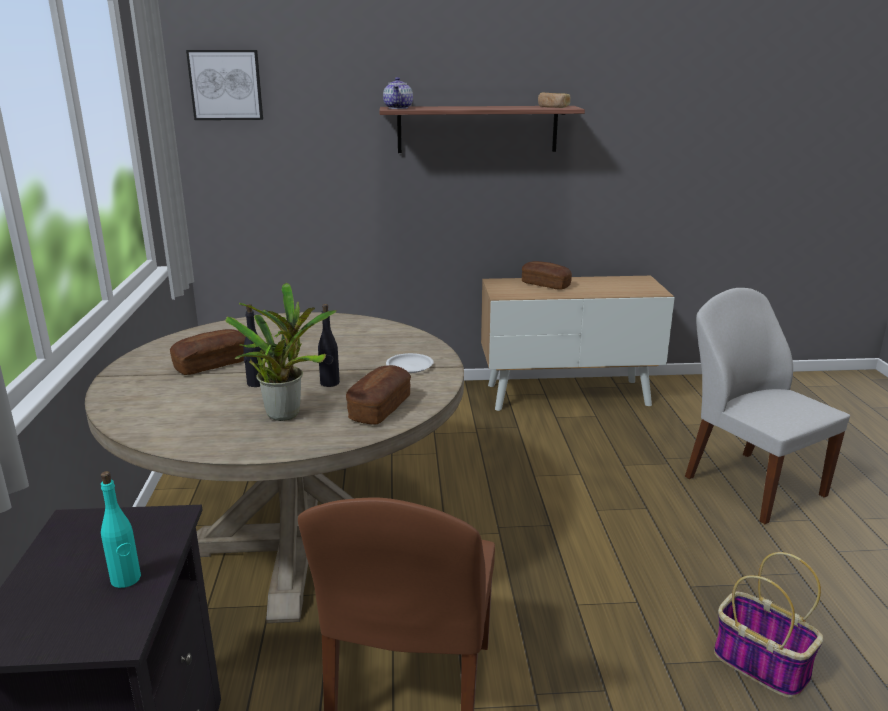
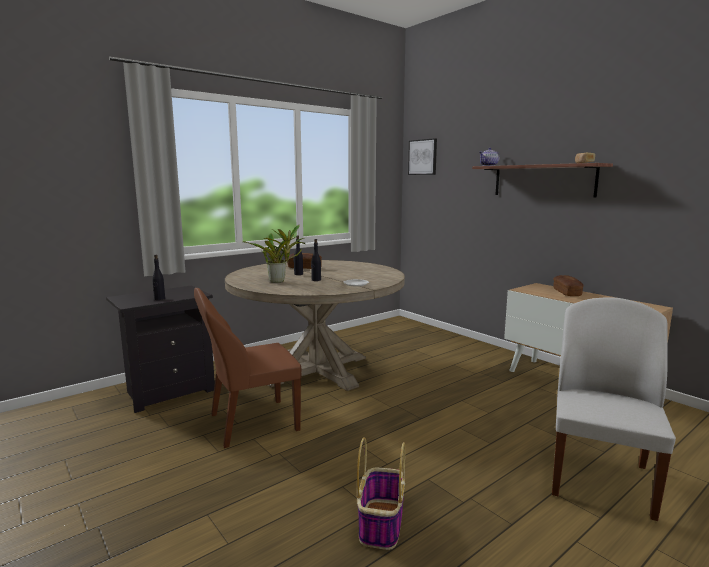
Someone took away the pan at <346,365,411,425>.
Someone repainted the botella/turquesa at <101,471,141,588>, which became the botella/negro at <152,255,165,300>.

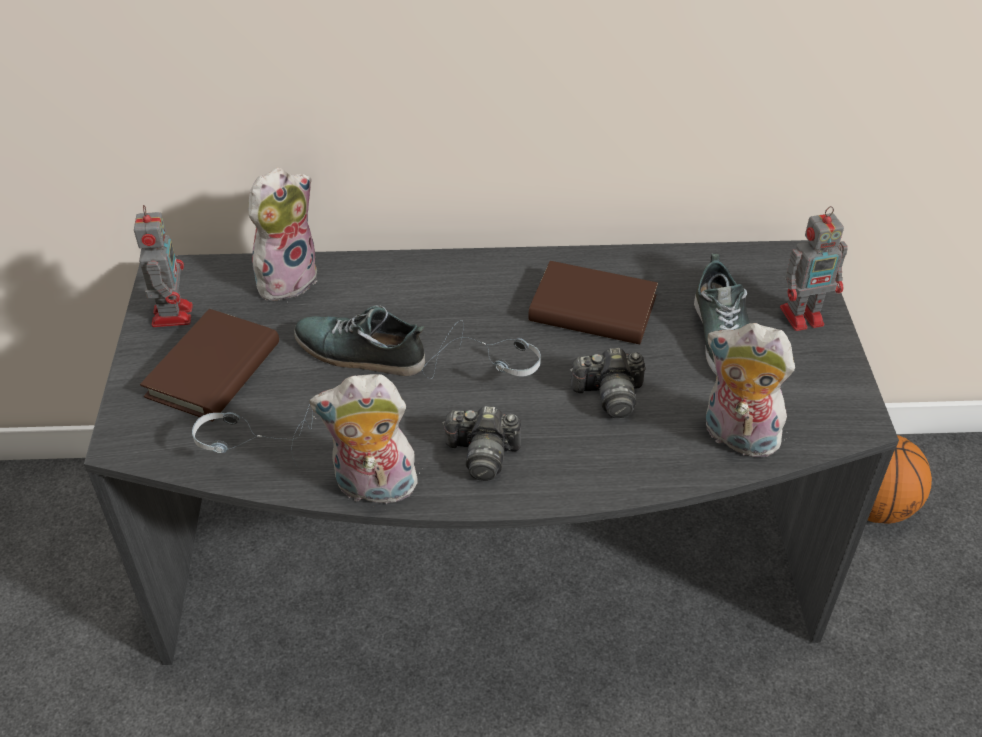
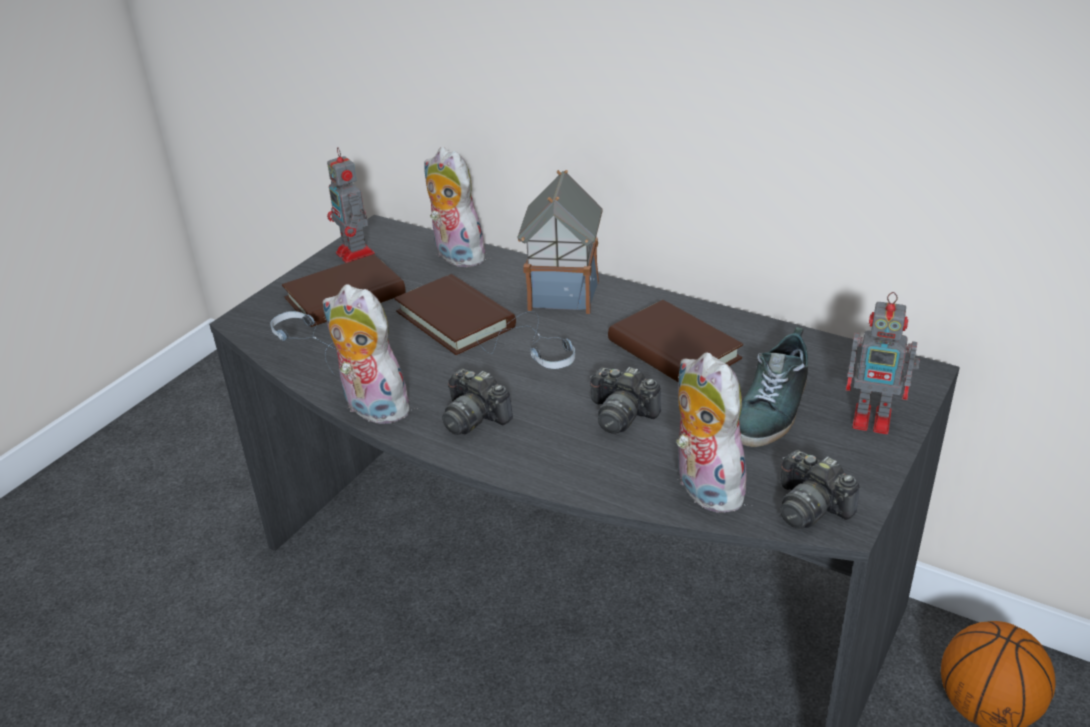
Someone rotated the peluche at <248,167,318,301> by 120 degrees counterclockwise.
Someone rotated the robot de juguete at <134,205,193,327> by 120 degrees clockwise.
Someone swapped the zapato at <294,305,425,376> for the libro/marrón at <394,274,516,355>.
Someone put down the casita at <517,170,603,314>.
Someone put down the cámara at <780,450,859,529>.

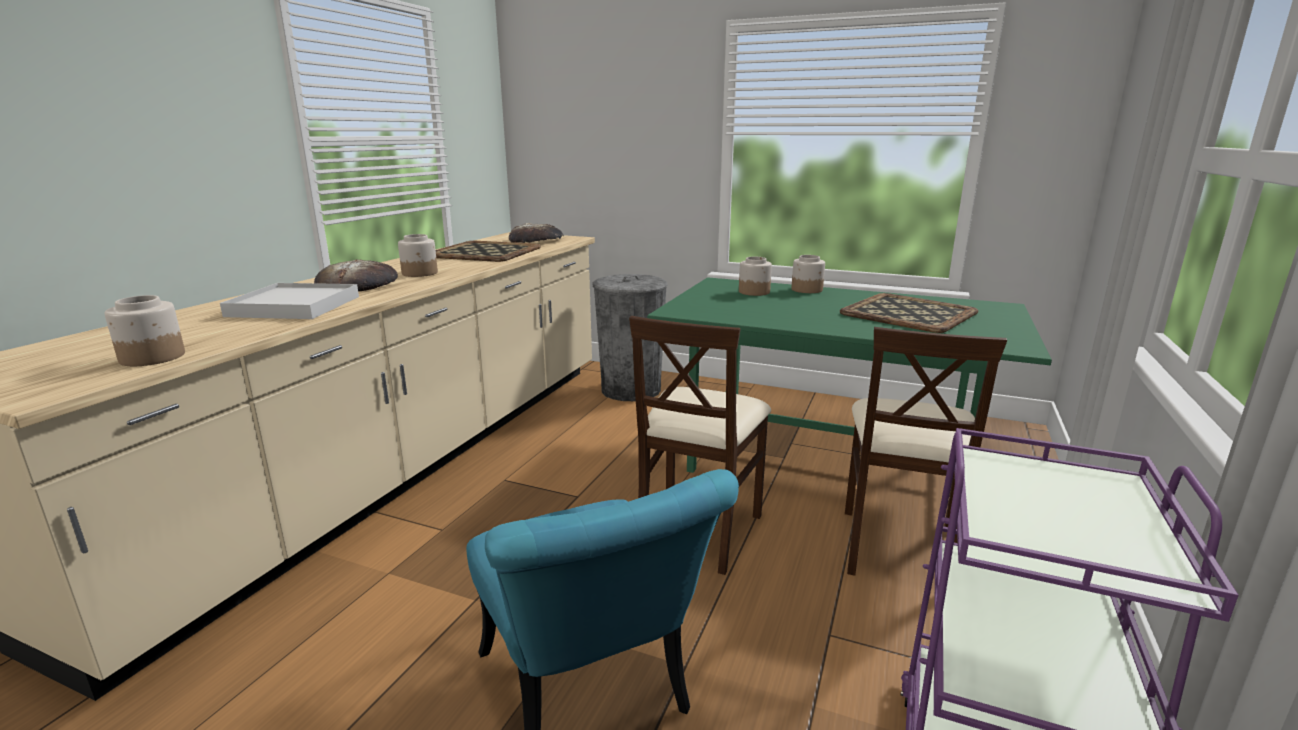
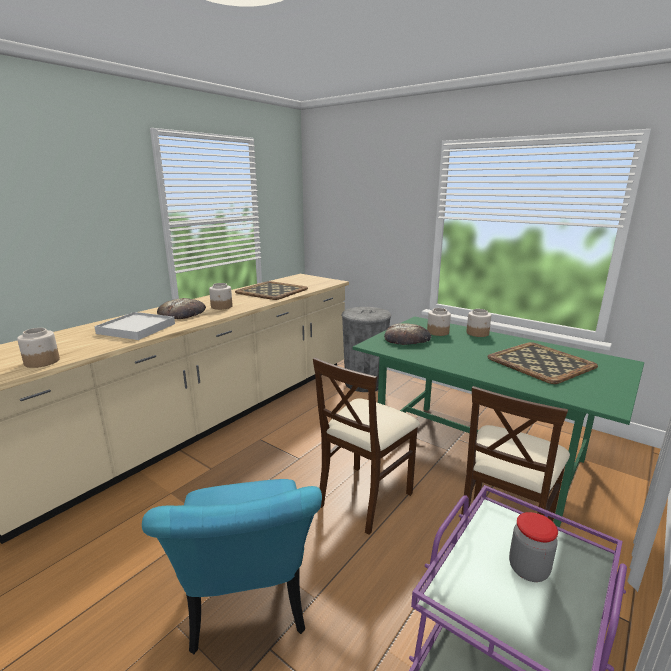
Someone carried the pan from <509,223,564,243> to <384,323,431,345>.
Someone put down the tarro at <509,512,558,582>.

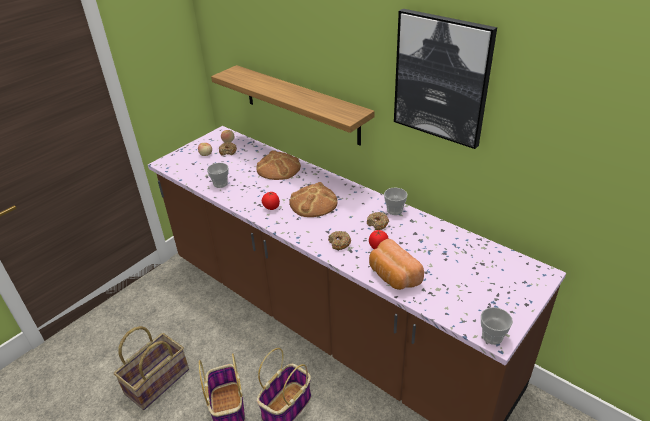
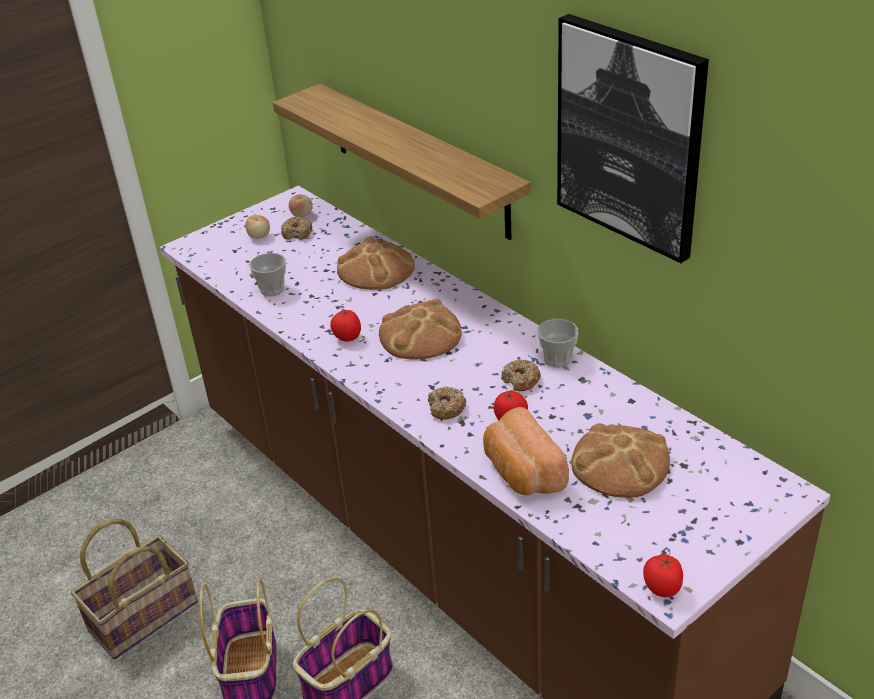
Someone swapped the taza at <481,307,513,345> for the tomate at <643,555,683,597>.
Someone put down the pan at <571,423,670,498>.

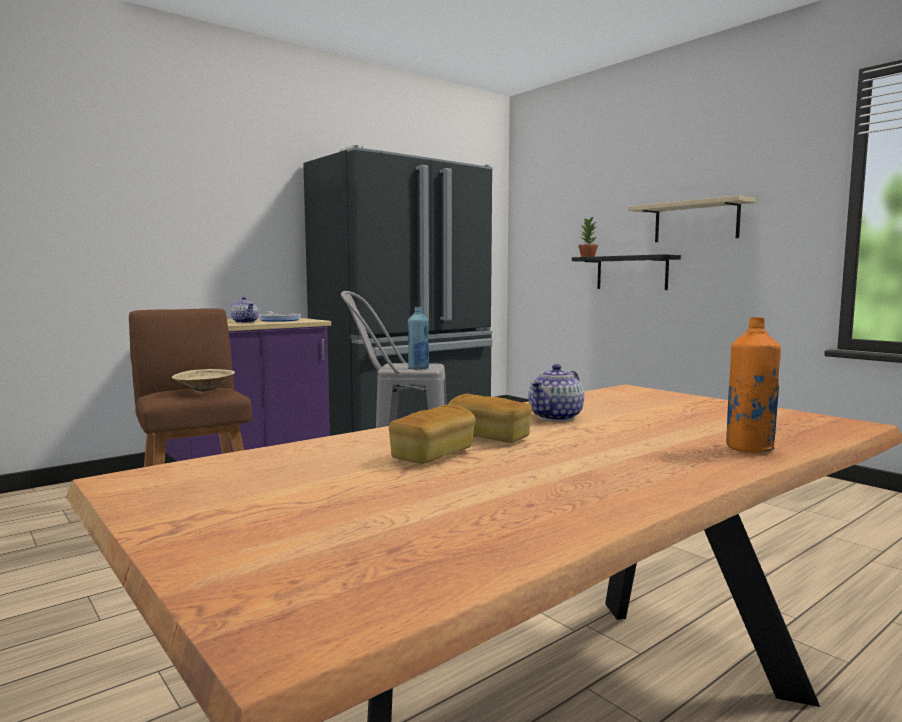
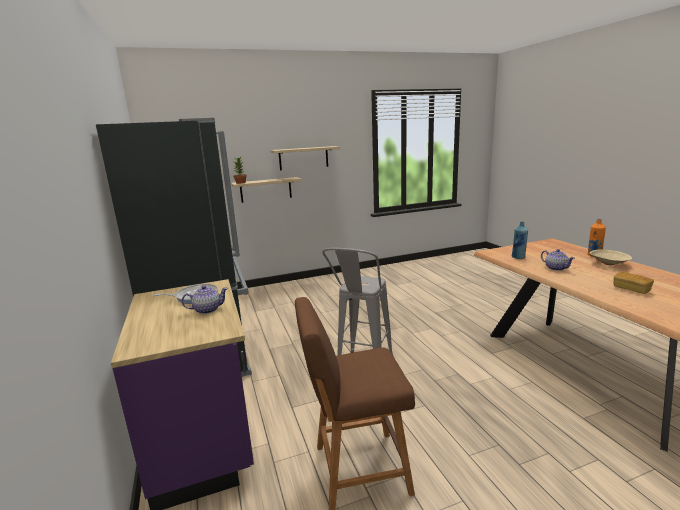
Someone repainted the estante/negro at <572,254,681,290>, which became the estante/beis at <231,177,302,203>.
Someone carried the botella/azul from <408,307,429,369> to <512,222,528,259>.
Someone carried the cuenco/beis from <172,369,235,392> to <590,249,632,265>.
Someone took away the pan at <448,394,532,443>.

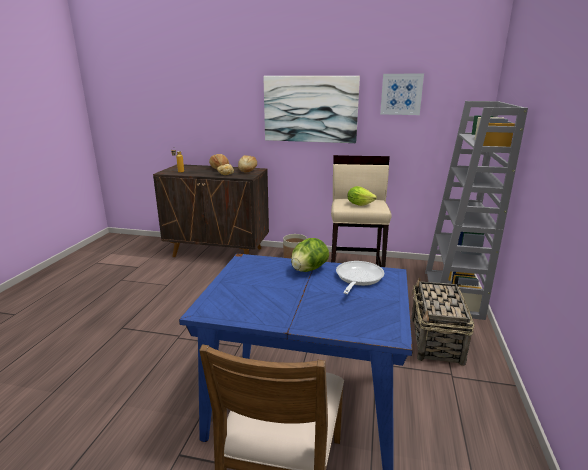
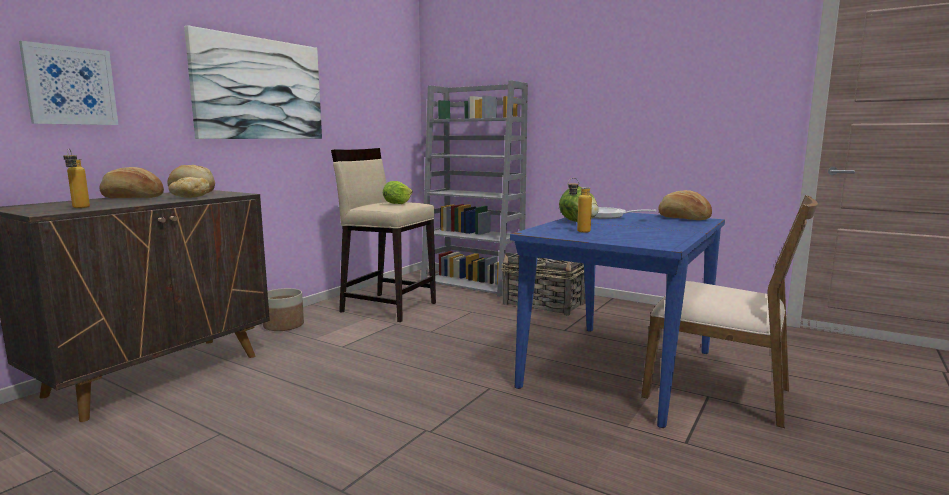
Someone carried the cuadro from <380,74,424,115> to <19,41,118,125>.
Someone put down the botella at <568,178,592,233>.
Someone put down the pan at <659,190,712,220>.

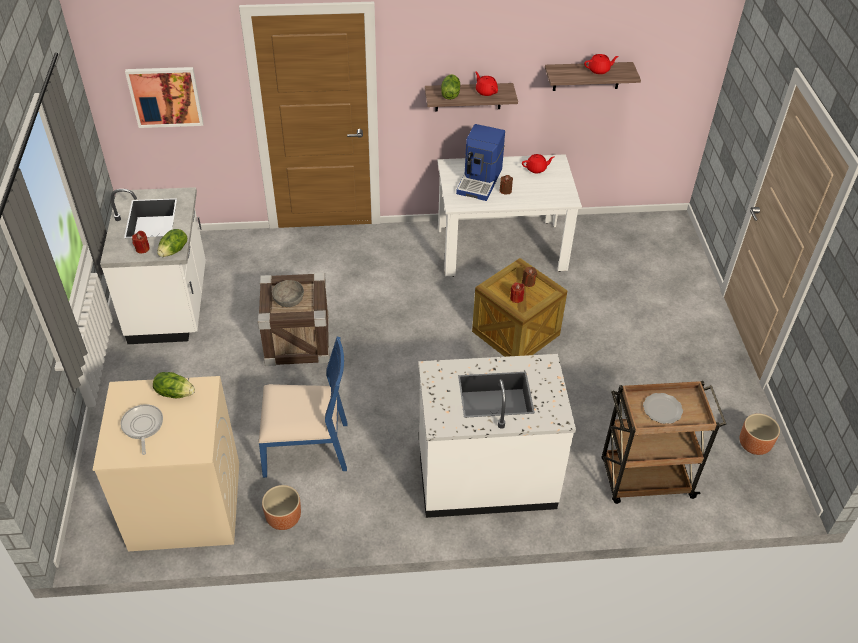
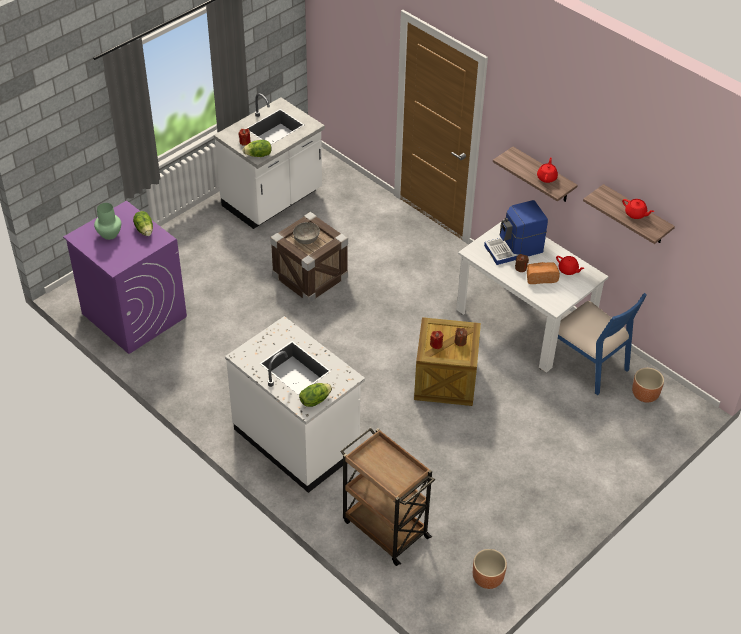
Someone took away the cuadro at <125,67,203,128>.
Someone carried the lechuga from <441,74,460,100> to <299,383,332,407>.
Someone carried the silla/azul from <259,337,347,478> to <558,293,647,395>.
Someone repainted the lavadora/beis at <93,376,239,552>, which became the lavadora/morado at <63,201,187,354>.
Someone took away the plato at <643,393,683,424>.
Someone swapped the sartén at <120,404,163,455> for the florero/verde at <94,203,121,240>.
Someone carried the maceta/marrón from <262,485,301,530> to <632,368,664,403>.
Someone put down the pan at <527,262,560,284>.

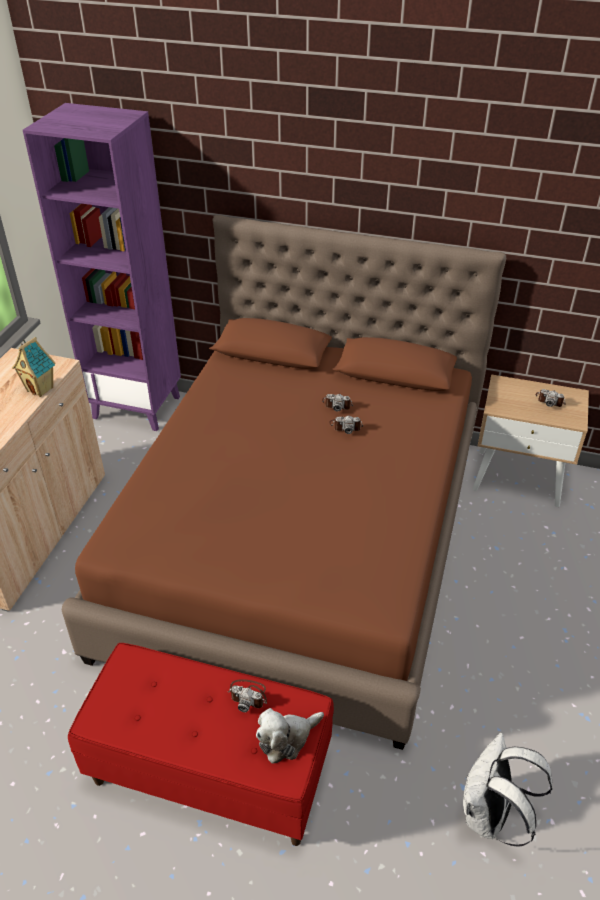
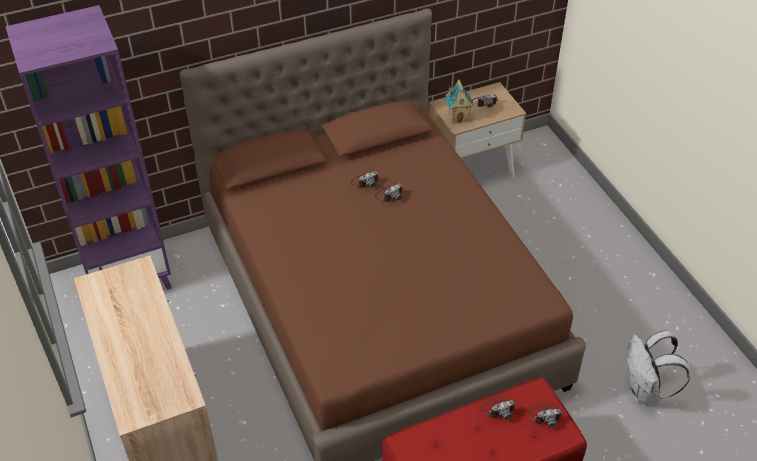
Someone carried the casita from <12,337,55,397> to <445,80,474,124>.
Someone swapped the peluche at <256,708,324,764> for the cámara at <527,404,563,428>.

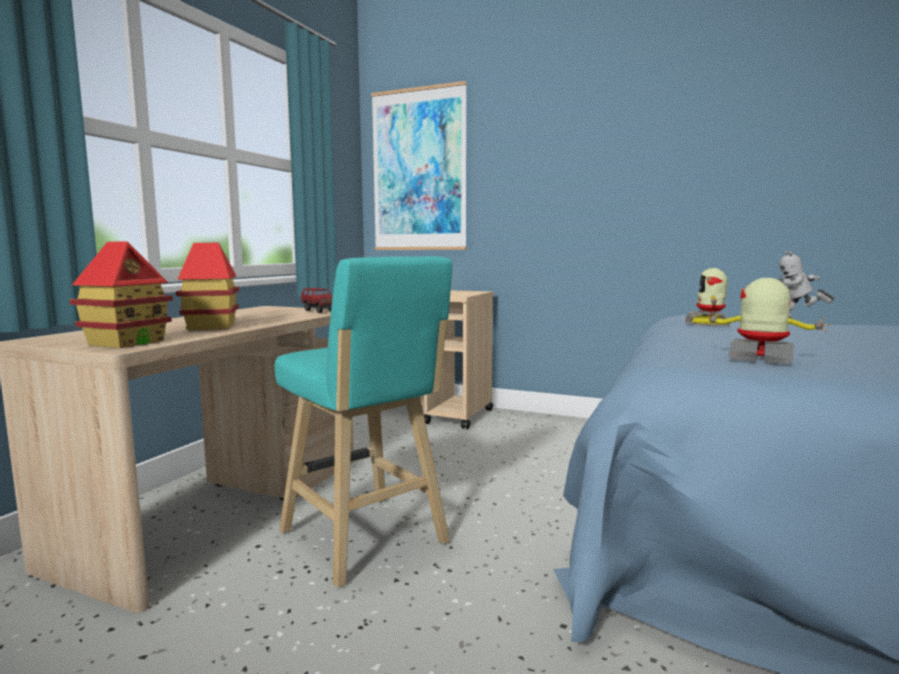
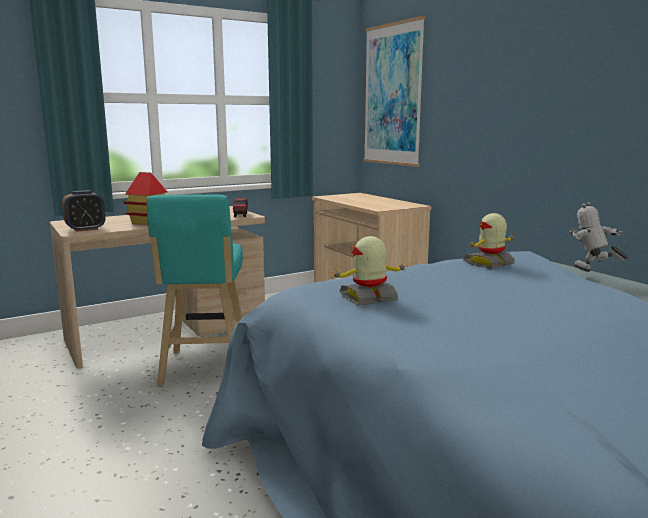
Someone swapped the casita at <69,241,173,348> for the despertador at <62,190,106,232>.
Someone rotated the robot de juguete at <704,278,830,364> by 90 degrees counterclockwise.

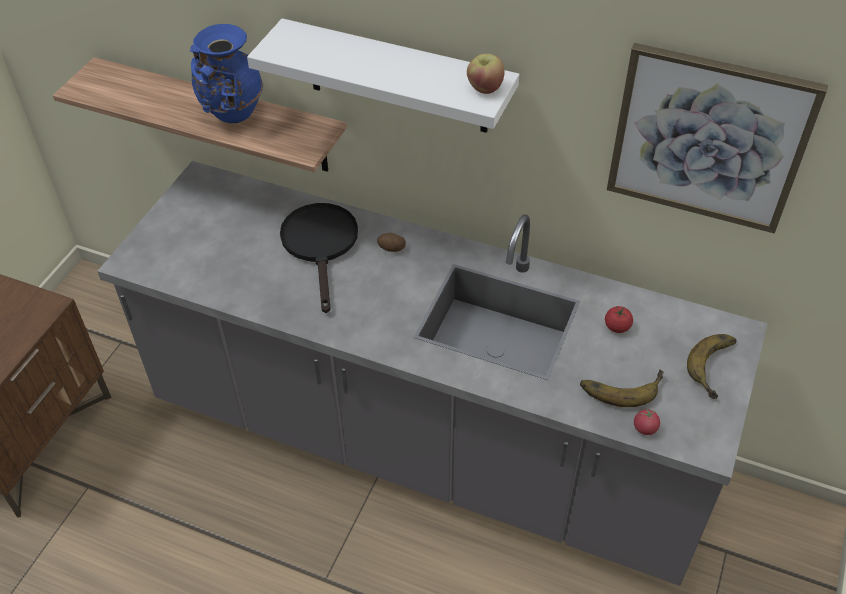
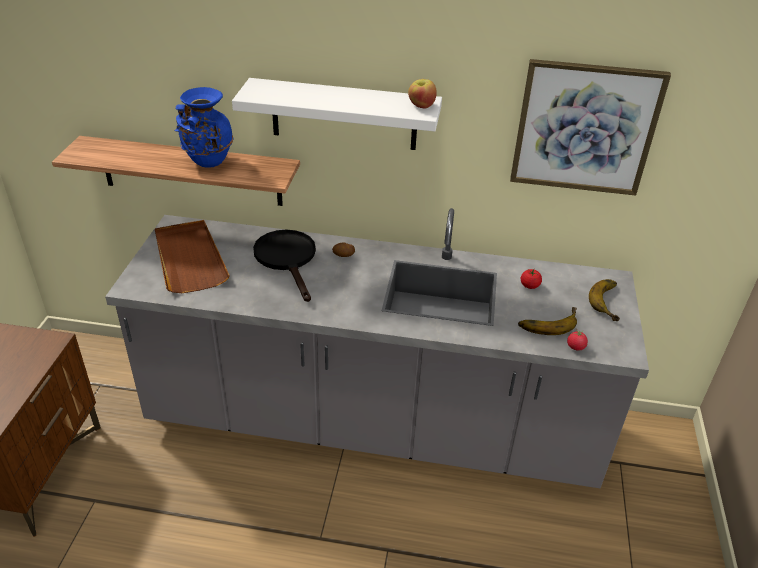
Someone put down the bandeja/marrón at <155,220,230,293>.

